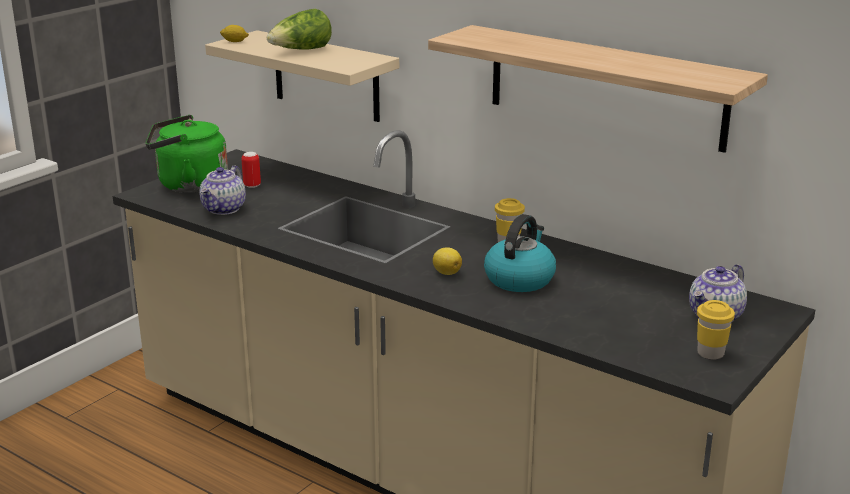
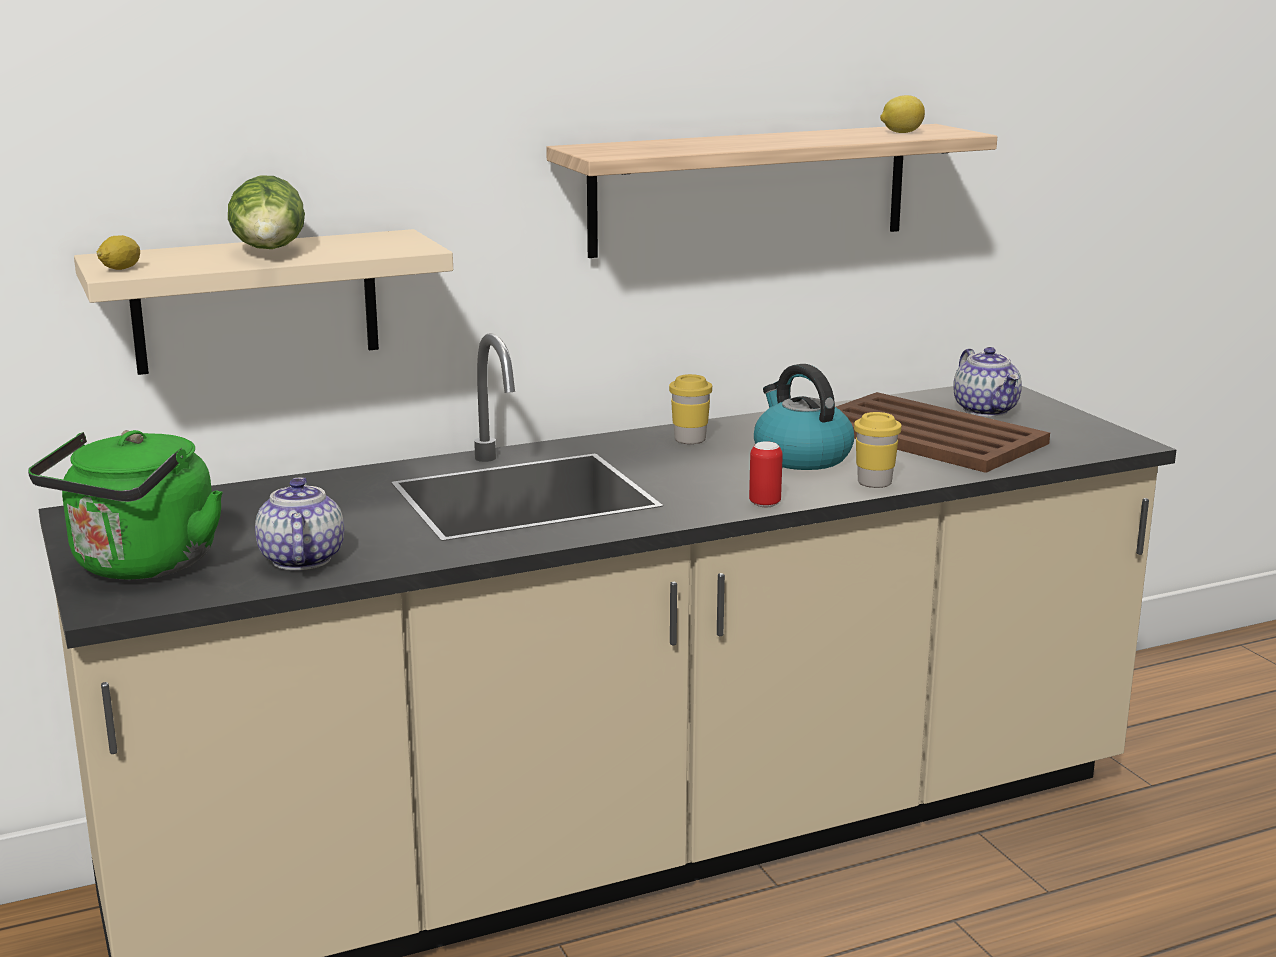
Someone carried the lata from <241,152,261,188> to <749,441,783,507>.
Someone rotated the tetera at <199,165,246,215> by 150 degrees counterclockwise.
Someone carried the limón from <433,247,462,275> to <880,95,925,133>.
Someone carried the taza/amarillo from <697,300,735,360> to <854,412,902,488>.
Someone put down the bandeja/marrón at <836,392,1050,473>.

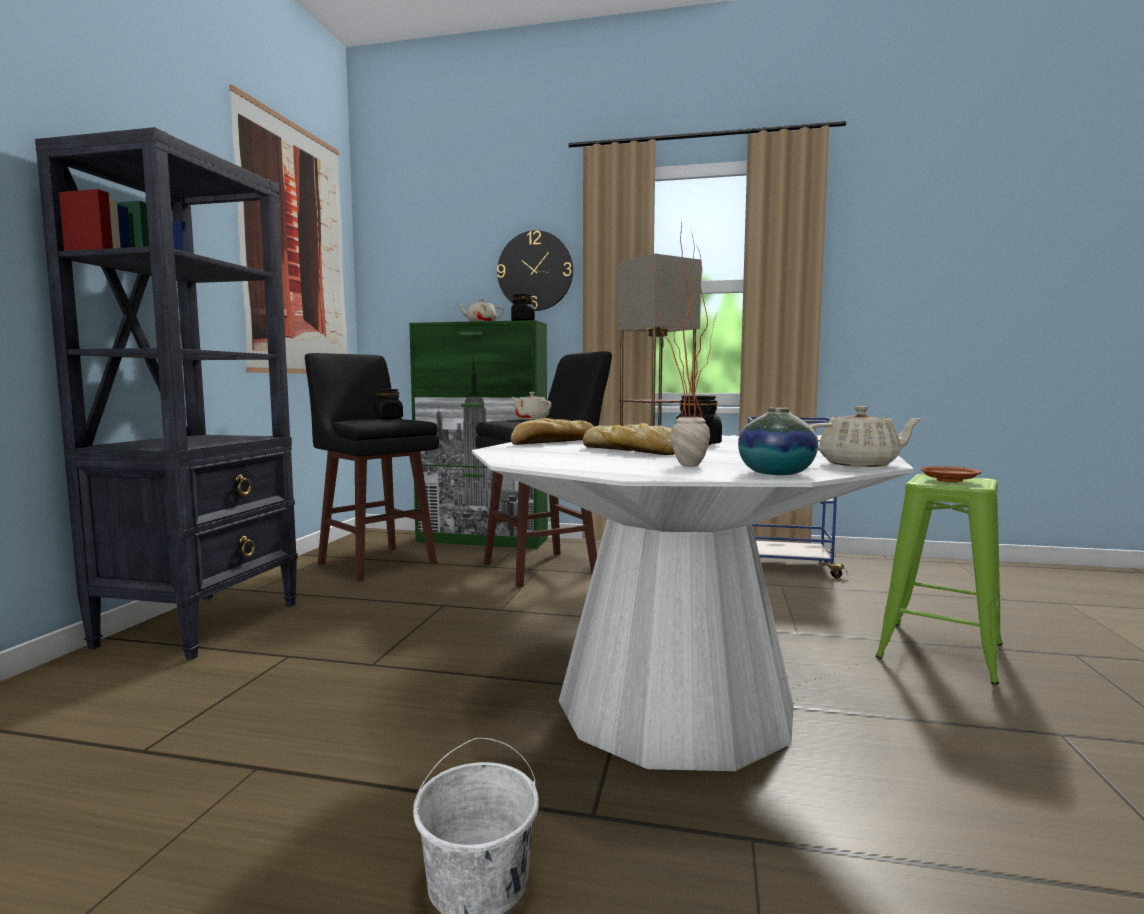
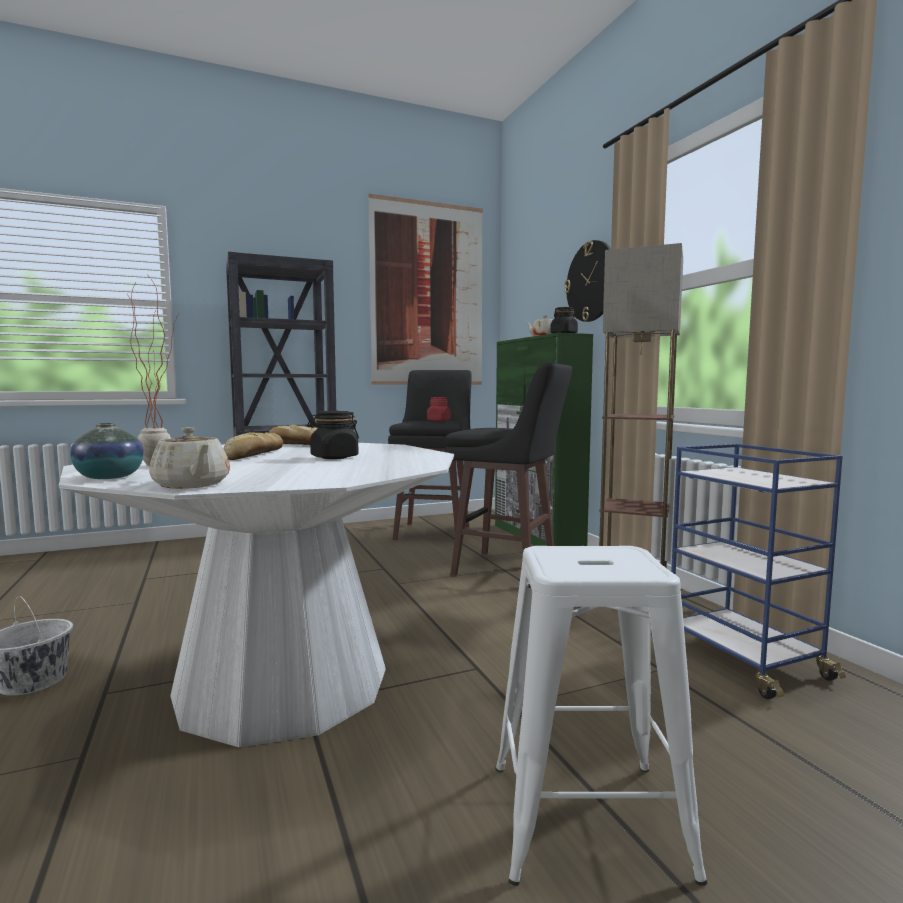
Someone repainted the tarro/negro at <374,389,403,419>, which became the tarro/rojo at <427,397,451,421>.
Someone took away the tetera/beis at <512,392,552,419>.
Someone took away the plato/marrón at <921,466,981,482>.
Someone repainted the taburete/verde at <876,474,1003,685>, which became the taburete/blanco at <496,546,707,886>.

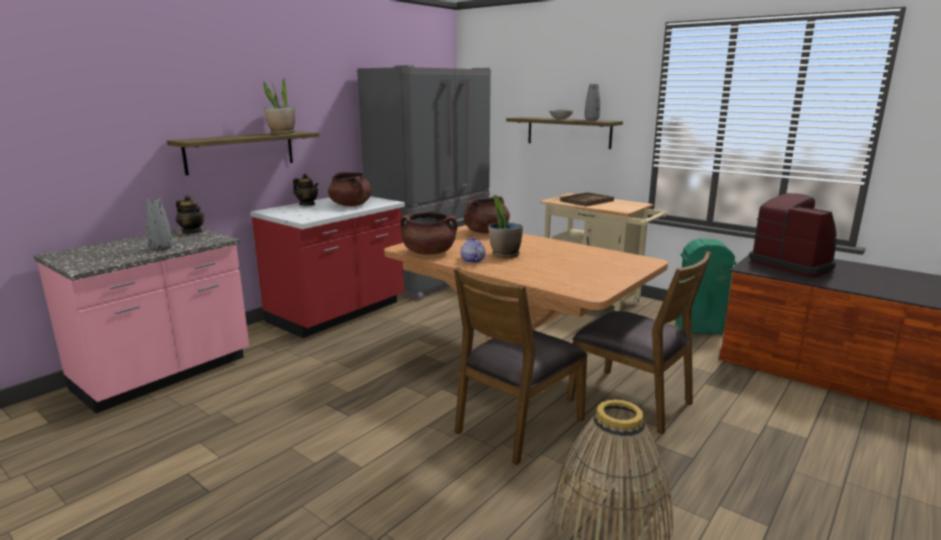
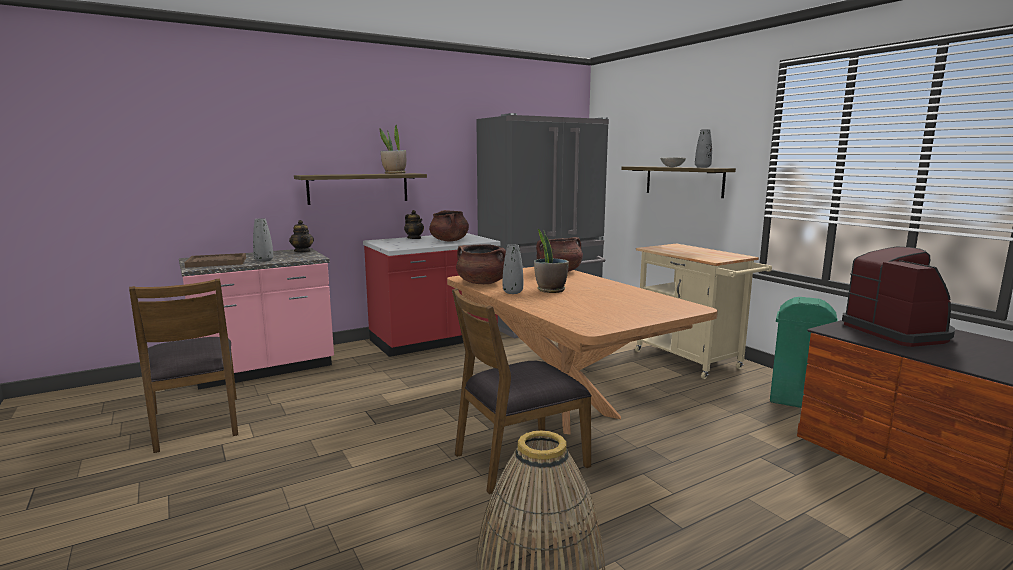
Someone carried the bandeja/marrón from <560,192,614,207> to <185,253,246,268>.
Someone swapped the tetera at <461,237,486,263> for the florero/gris at <503,244,523,294>.
Someone carried the silla/marrón from <567,251,712,435> to <129,279,238,453>.

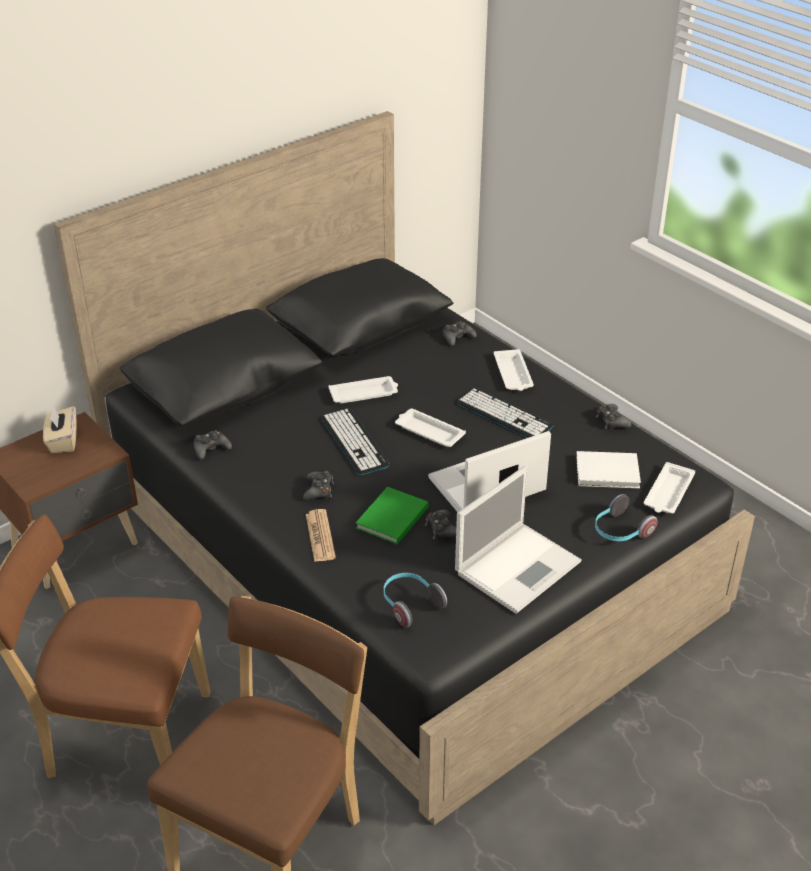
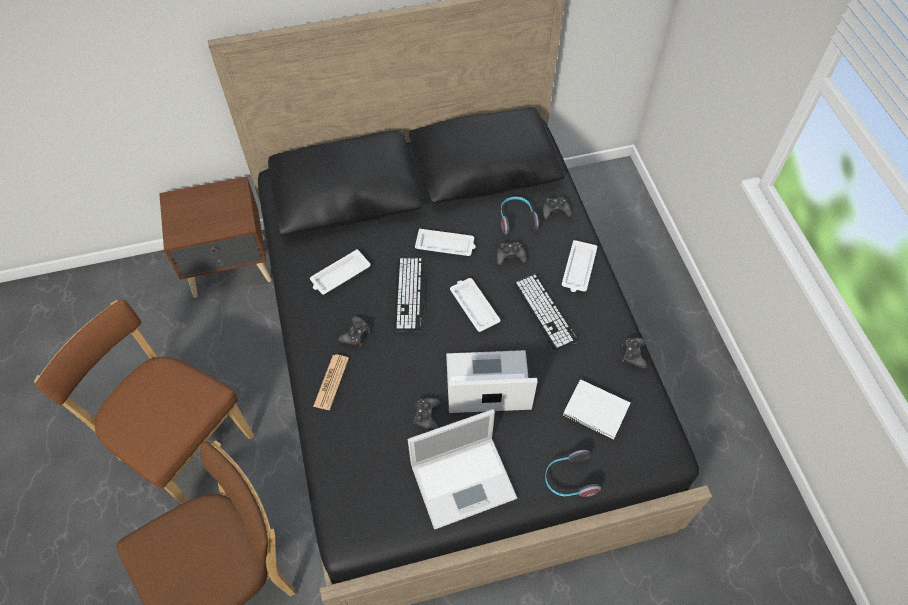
Someone took away the caja de pañuelos/beis at <43,406,77,453>.
Someone carried the mando de consola/negro from <194,430,232,459> to <496,242,527,265>.
Someone carried the bandeja/blanco from <644,462,695,513> to <310,249,371,294>.
Someone took away the libro/verde at <356,487,428,545>.
Someone carried the auriculares from <384,573,447,627> to <501,196,539,235>.

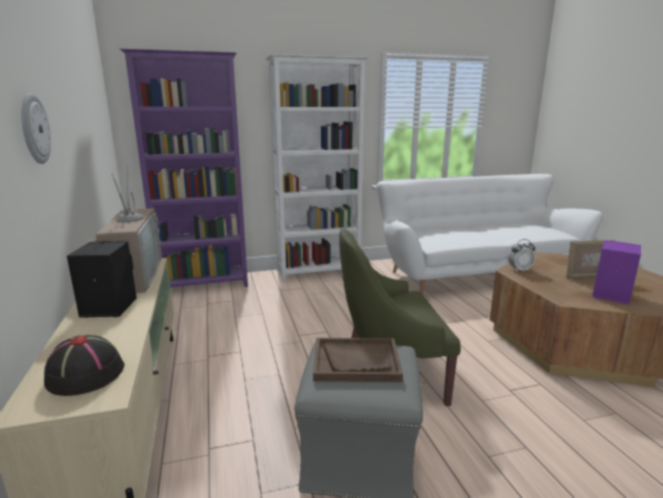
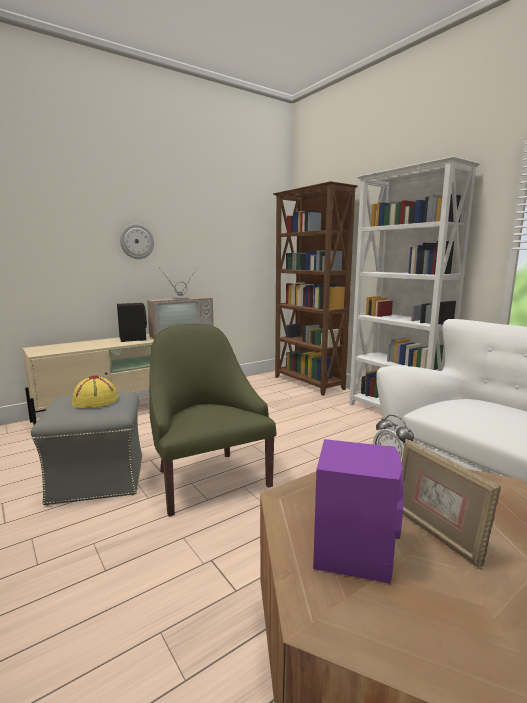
Someone repainted the estantería/morado at <120,49,248,287>, which became the estantería/marrón at <273,181,358,396>.
Someone took away the sombrero/negro at <44,335,125,396>.
Someone swapped the bandeja/marrón at <313,338,403,382> for the sombrero/amarillo at <72,376,118,408>.

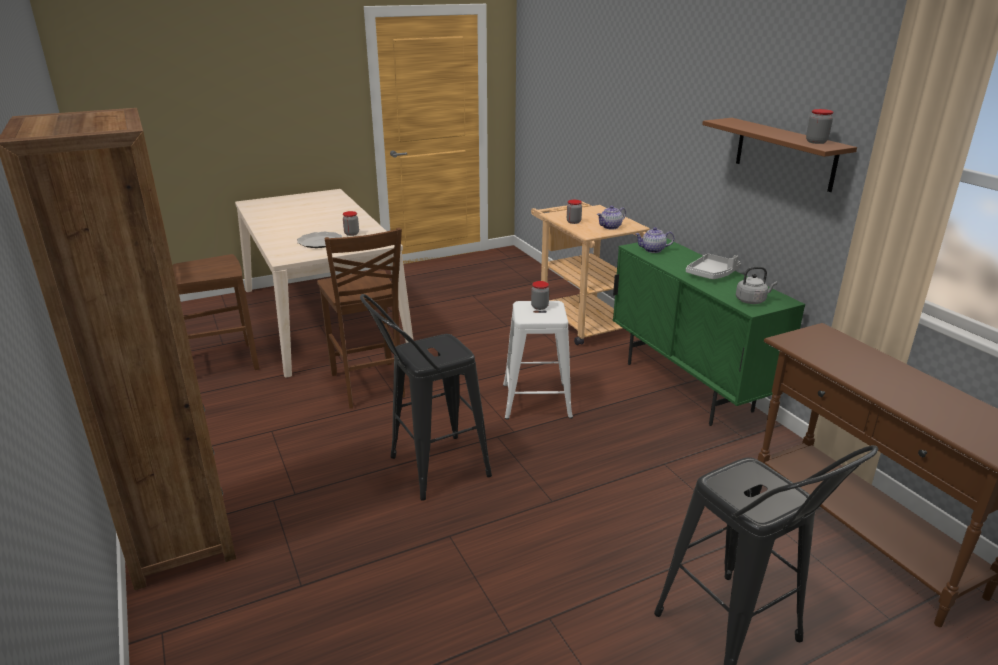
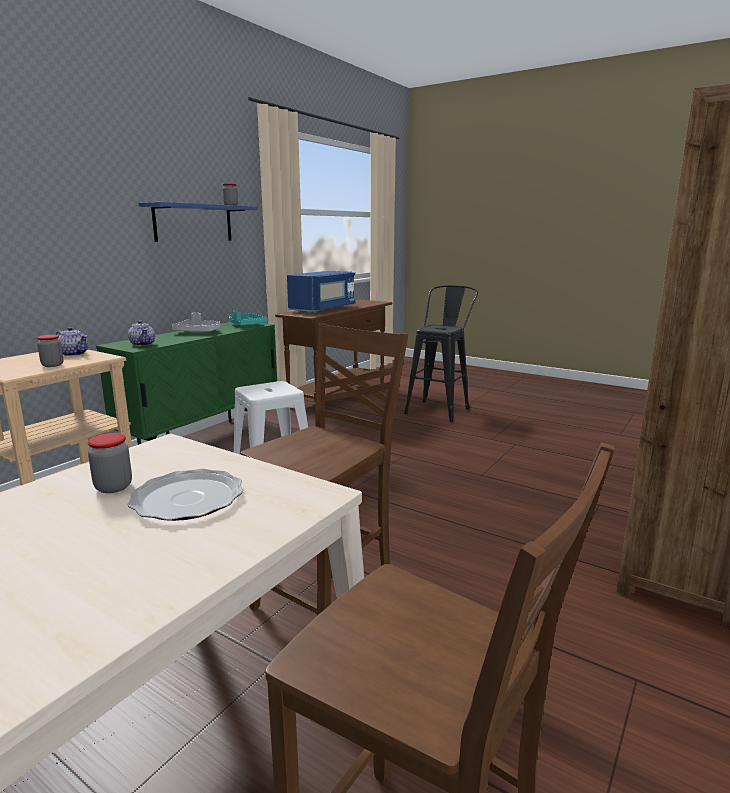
Someone repainted the estante/marrón at <702,118,857,192>, which became the estante/azul at <139,202,258,242>.
Someone swapped the hervidor/gris at <736,267,778,304> for the bandeja/turquesa at <229,311,267,326>.
Someone took away the tarro at <531,281,549,310>.
Someone took away the taburete/negro at <360,294,492,501>.
Someone put down the microondas/azul at <287,271,355,313>.

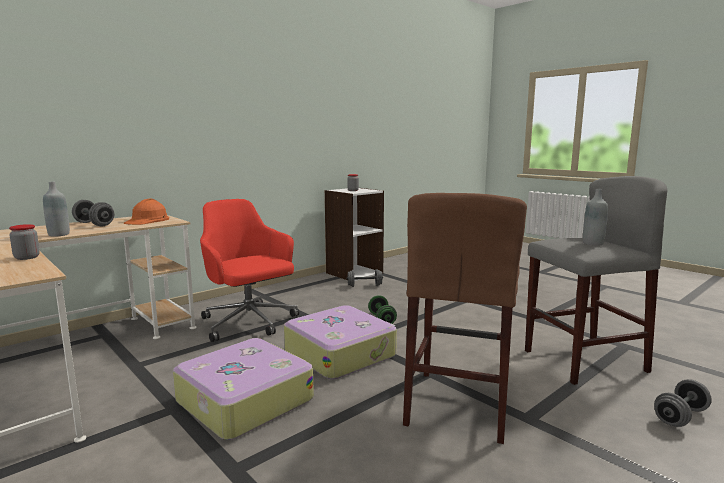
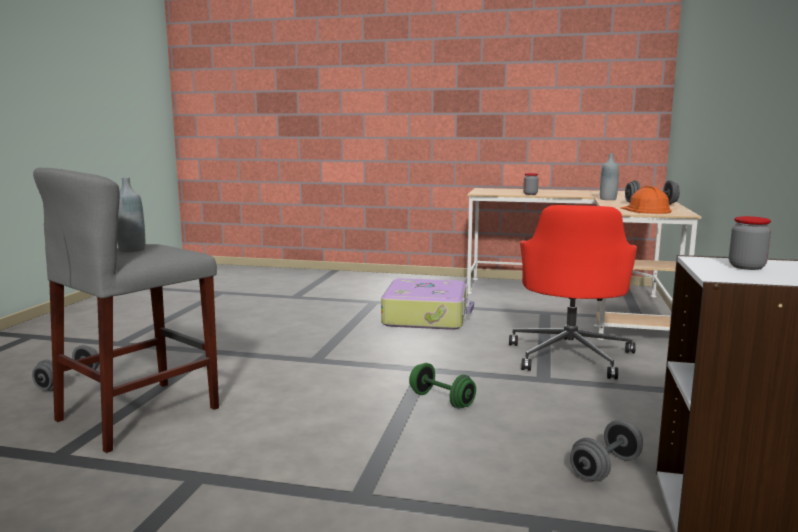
Someone took away the taburete/marrón at <403,193,527,444>.
Someone rotated the silla de oficina/rojo at <200,199,299,342> by 90 degrees clockwise.
Someone took away the maleta at <284,305,397,379>.

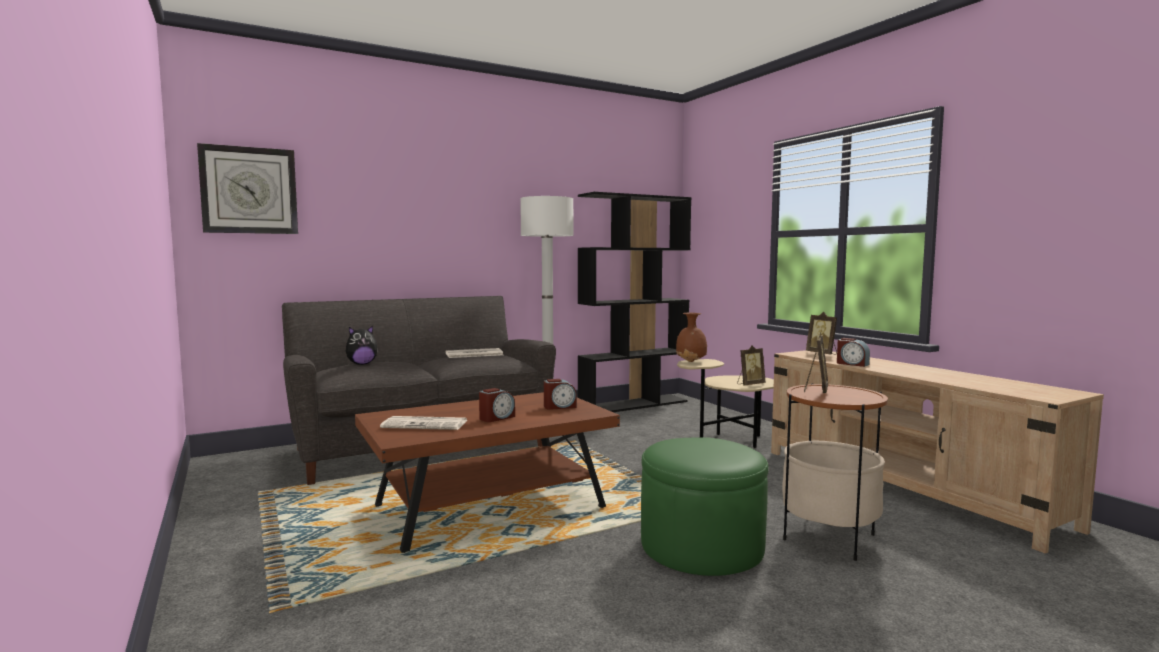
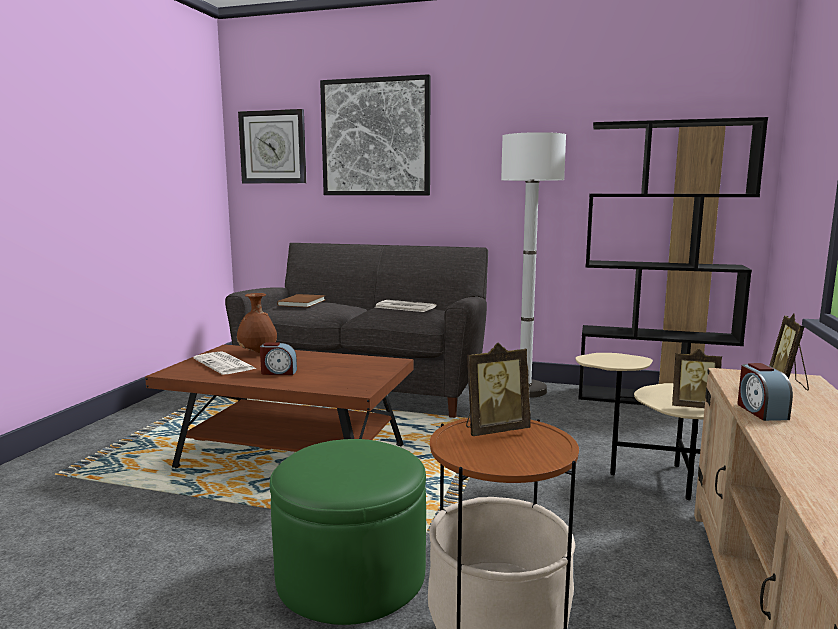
Someone carried the florero/marrón from <676,313,707,362> to <237,293,277,353>.
Someone swapped the peluche at <346,326,378,365> for the libro/marrón at <277,294,326,307>.
Someone took away the despertador at <544,379,577,410>.
Someone put up the cuadro at <320,74,431,195>.

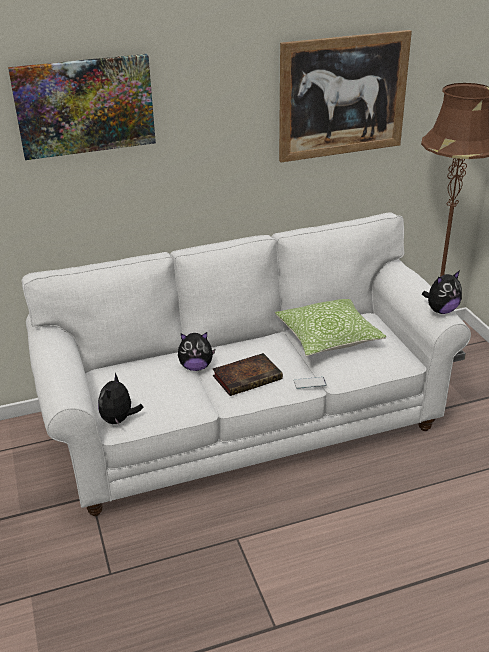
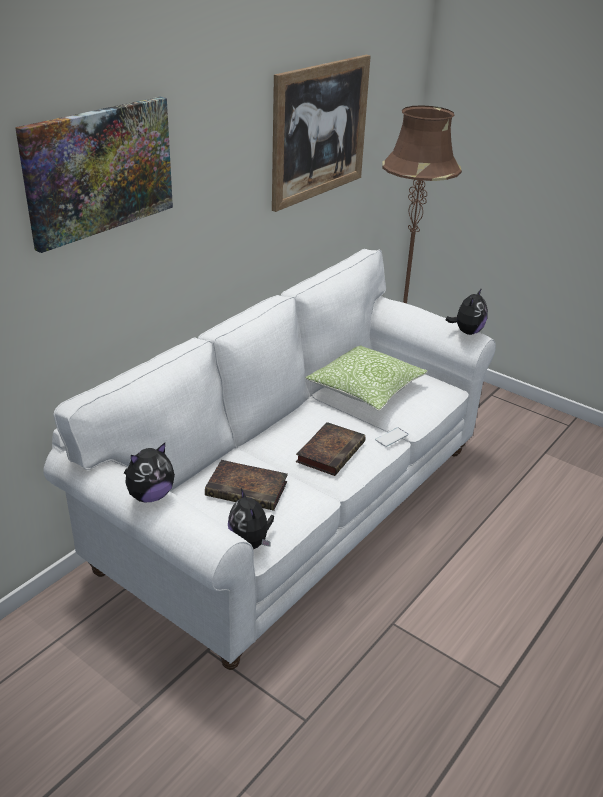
Someone carried the peluche from <178,332,215,371> to <124,443,175,502>.
Someone put down the libro at <205,460,288,511>.

